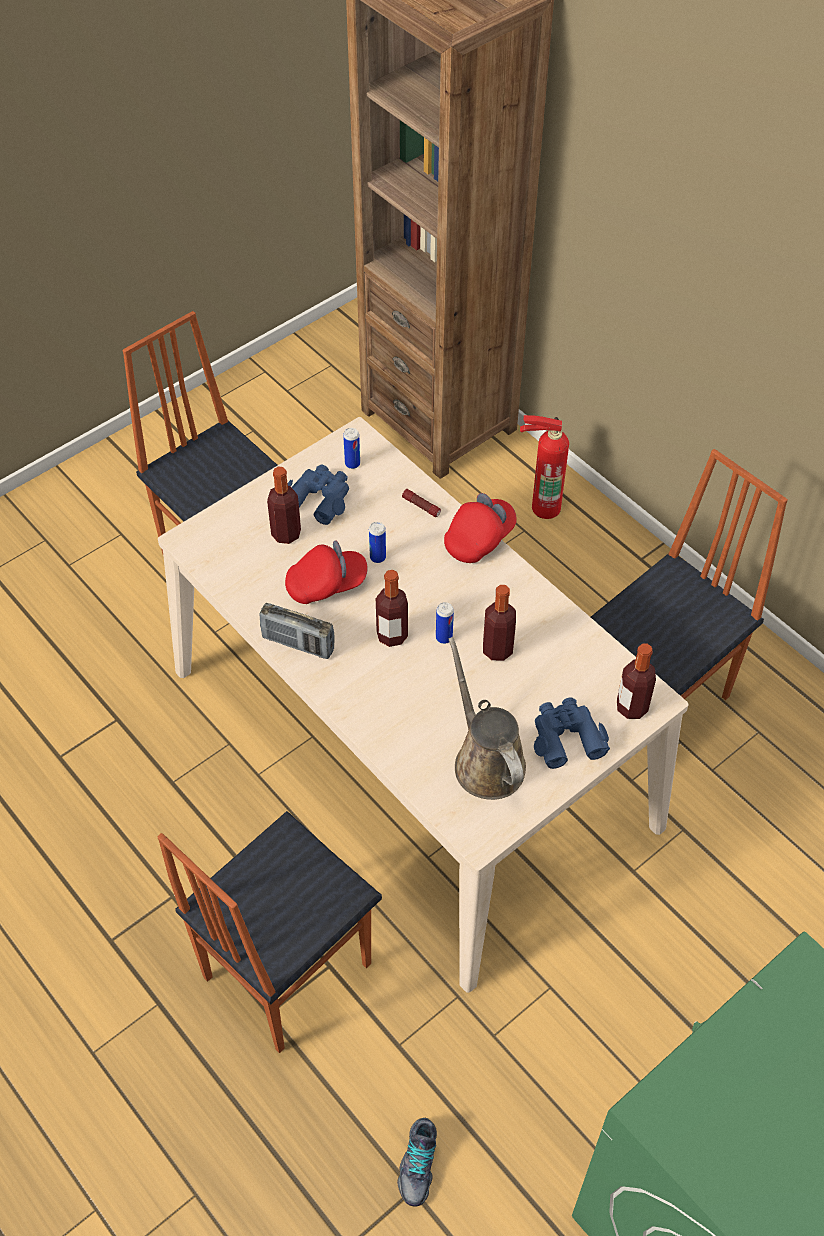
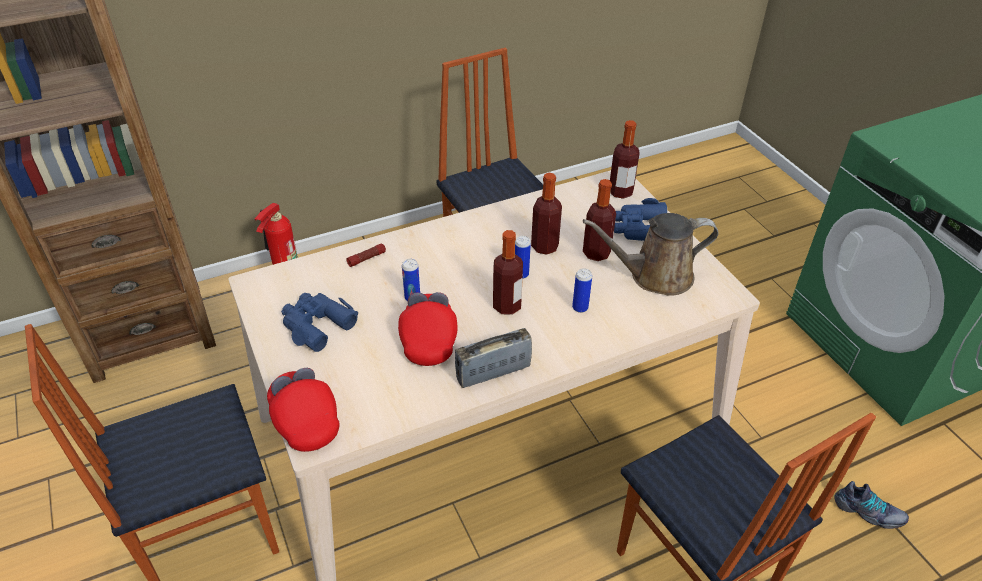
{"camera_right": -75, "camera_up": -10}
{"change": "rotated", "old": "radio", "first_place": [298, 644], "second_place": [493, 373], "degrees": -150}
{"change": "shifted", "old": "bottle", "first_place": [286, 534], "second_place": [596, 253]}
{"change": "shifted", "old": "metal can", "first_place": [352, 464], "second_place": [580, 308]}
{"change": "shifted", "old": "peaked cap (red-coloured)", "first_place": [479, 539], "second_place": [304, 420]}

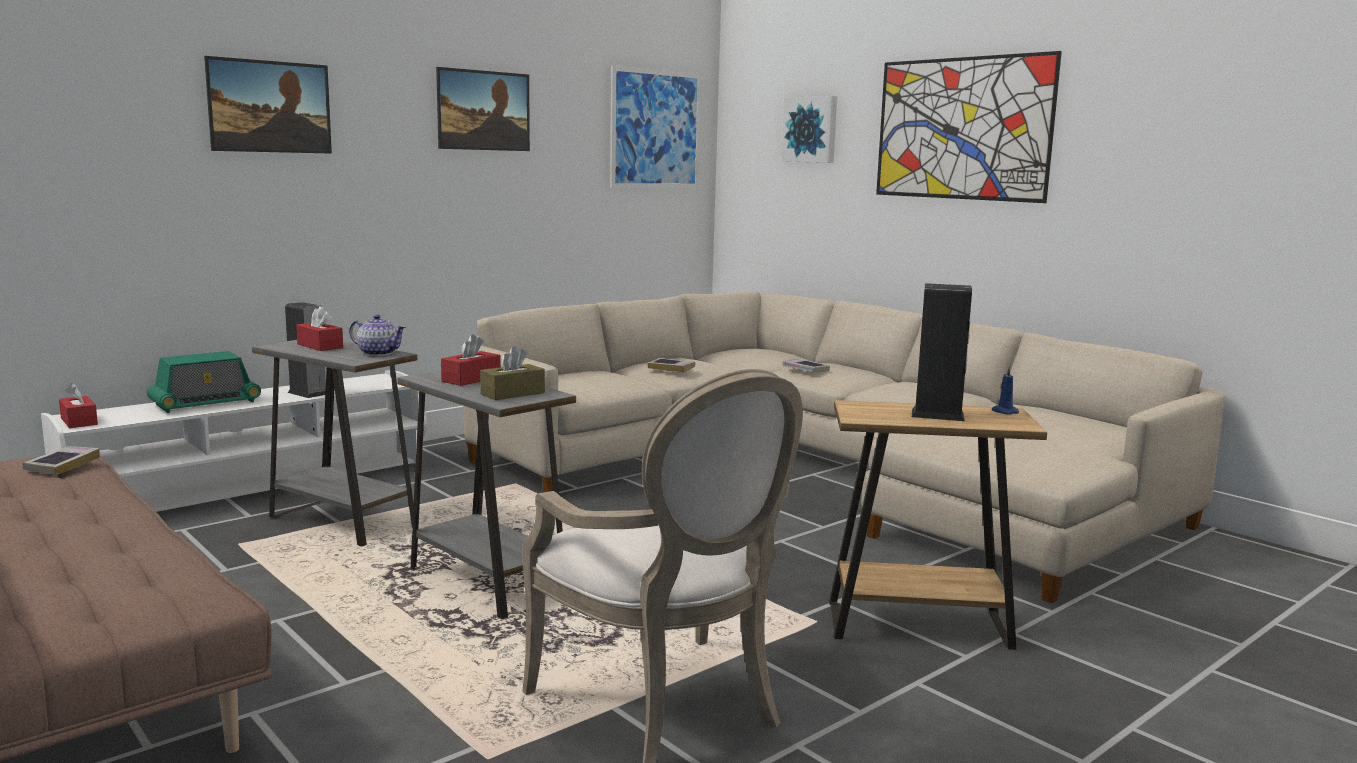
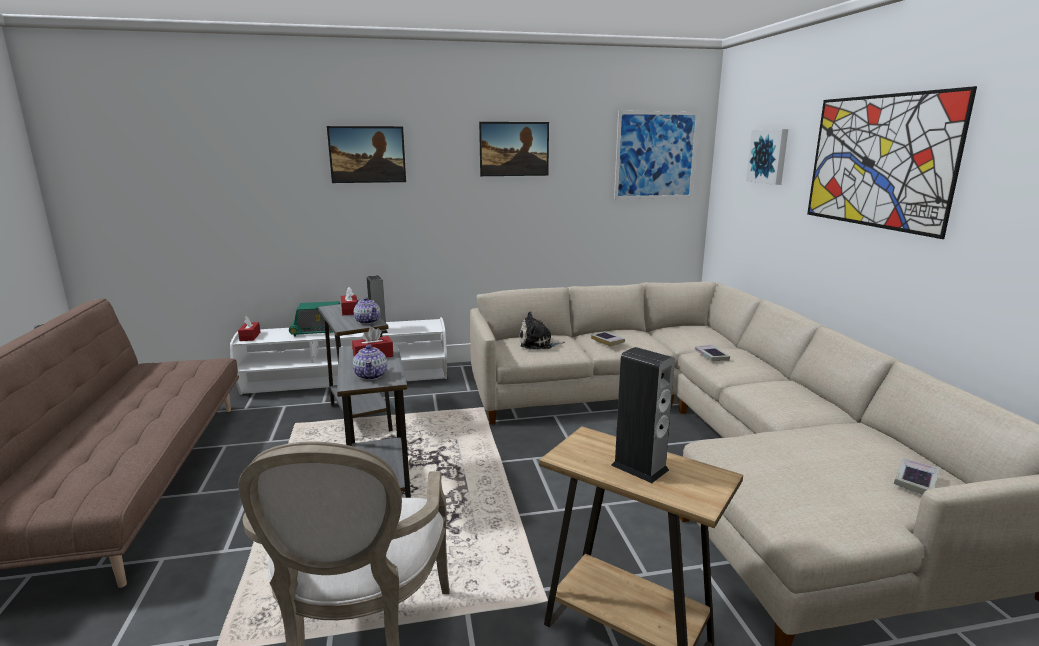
{"camera_right": 30, "camera_up": 5}
{"change": "shifted", "old": "volume", "first_place": [62, 465], "second_place": [915, 481]}
{"change": "swapped", "old": "tissue box (brownish)", "new": "tea pot", "first_place": [512, 393], "second_place": [371, 375]}
{"change": "gone", "old": "candle (bluish)", "first_place": [1003, 412]}
{"change": "new", "new": "plush toy", "second_place": [538, 344]}

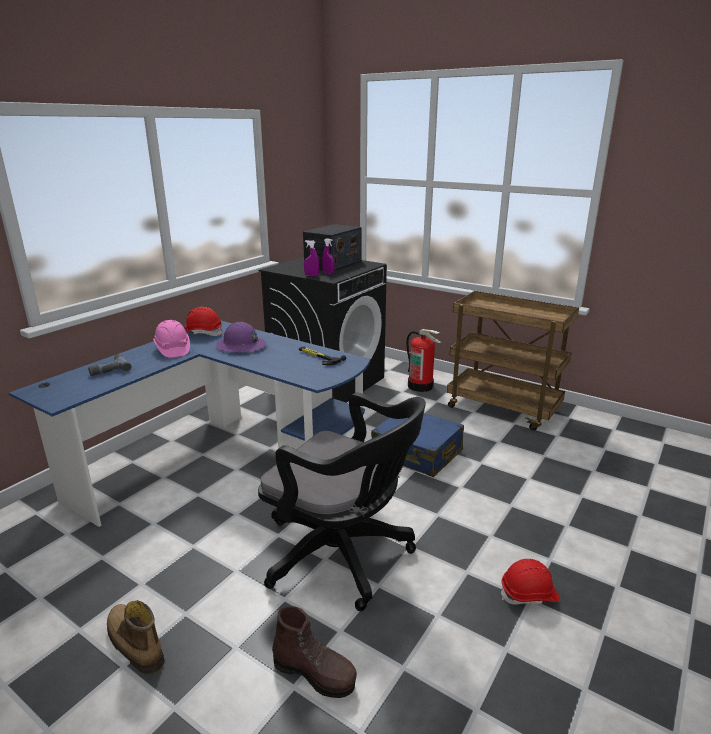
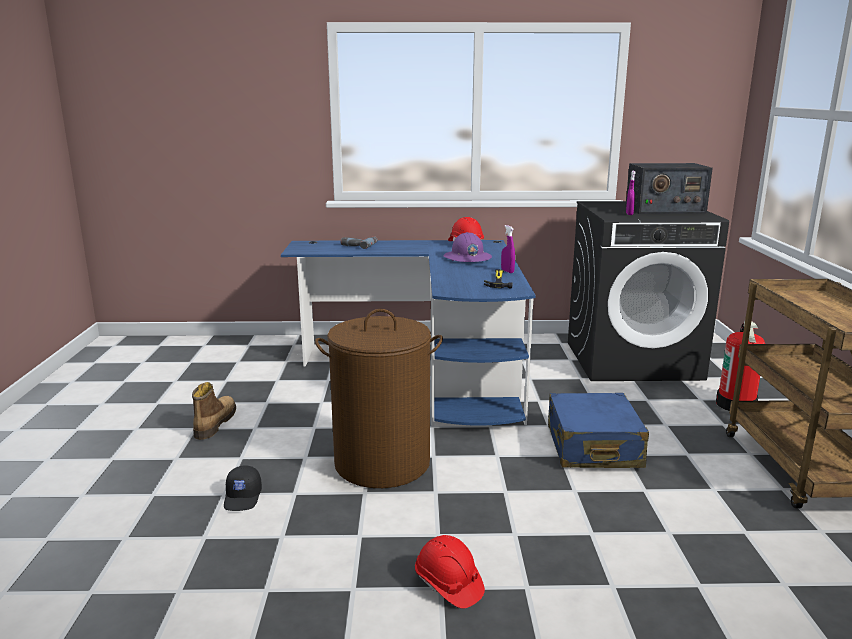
{"camera_right": 55, "camera_up": -5}
{"change": "gone", "old": "safety helmet (pink-coloured)", "first_place": [172, 349]}
{"change": "swapped", "old": "desk chair (black)", "new": "washing basket (brownish)", "first_place": [343, 556], "second_place": [382, 463]}
{"change": "swapped", "old": "high-top boot (brownish)", "new": "peaked cap (black)", "first_place": [315, 673], "second_place": [243, 497]}
{"change": "shifted", "old": "spray bottle (purple-coloured)", "first_place": [311, 275], "second_place": [507, 271]}

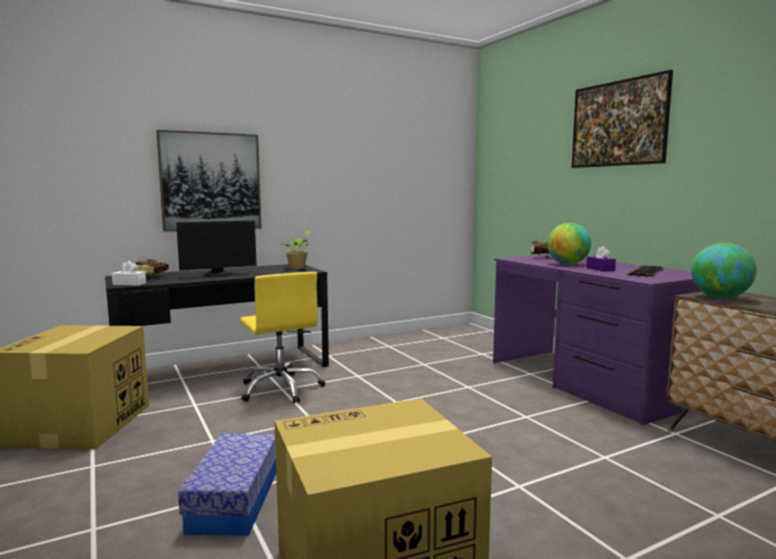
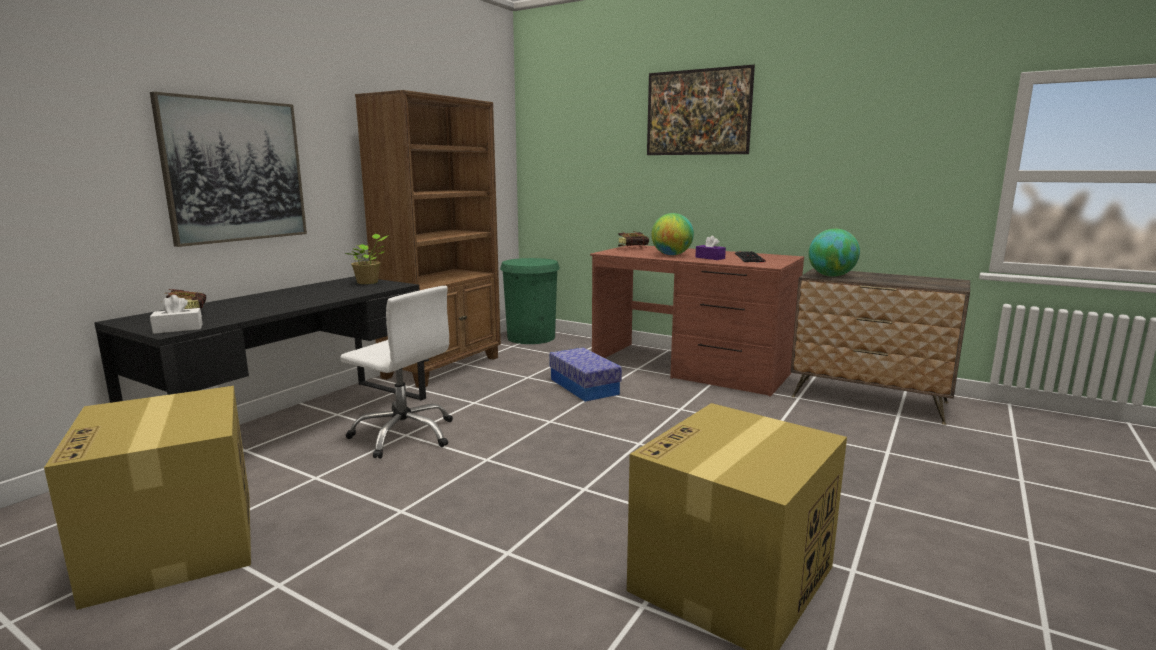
{"camera_right": -30, "camera_up": 5}
{"change": "gone", "old": "computer display", "first_place": [218, 274]}
{"change": "shifted", "old": "storage box", "first_place": [234, 500], "second_place": [584, 386]}
{"change": "repainted", "old": "desk chair (yellow-coloured)", "new": "desk chair (white)", "first_place": [281, 389], "second_place": [404, 435]}
{"change": "repainted", "old": "desk table (purple-coloured)", "new": "desk table (brownish)", "first_place": [587, 381], "second_place": [691, 367]}
{"change": "new", "new": "bookshelf (brownish)", "second_place": [444, 367]}
{"change": "new", "new": "waste bin (green-coloured)", "second_place": [531, 337]}

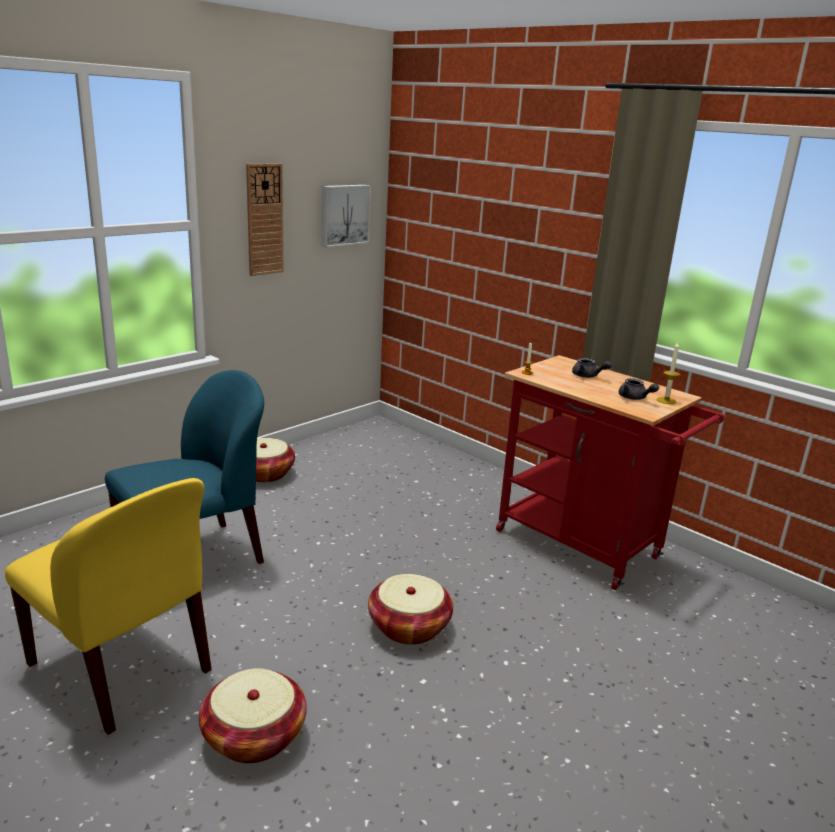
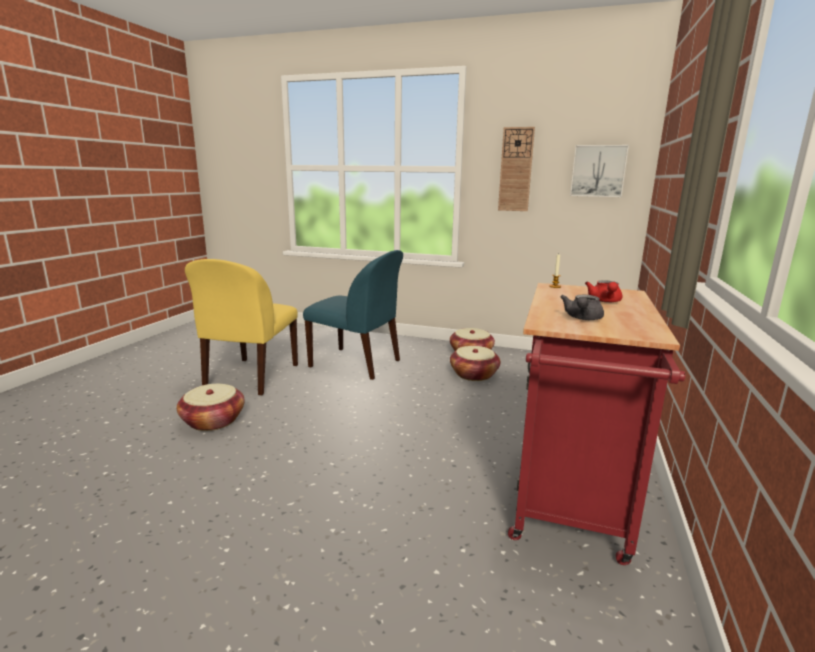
{"camera_right": 65, "camera_up": -5}
{"change": "shifted", "old": "household basket", "first_place": [409, 627], "second_place": [474, 375]}
{"change": "repainted", "old": "tea pot (grey)", "new": "tea pot (red-coloured)", "first_place": [588, 376], "second_place": [605, 301]}
{"change": "gone", "old": "candle", "first_place": [666, 400]}

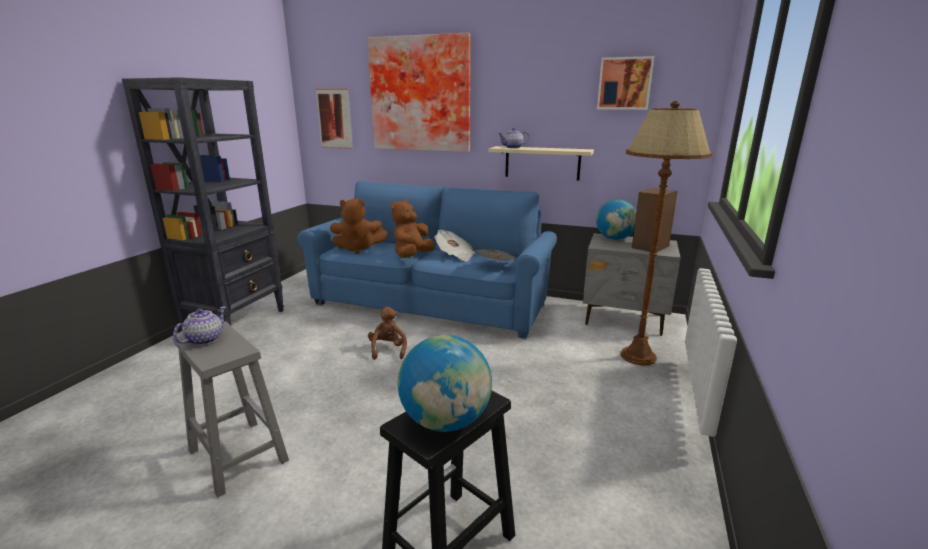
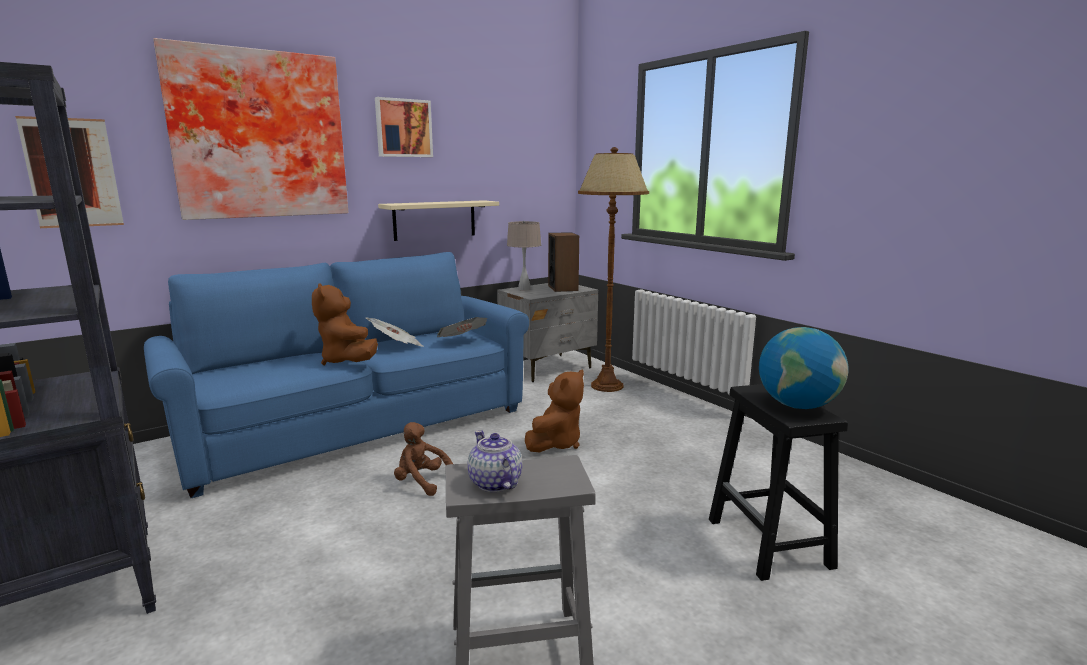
{"camera_right": -55, "camera_up": -5}
{"change": "shifted", "old": "plush toy (brownish)", "first_place": [358, 249], "second_place": [556, 443]}
{"change": "gone", "old": "tea pot", "first_place": [513, 147]}
{"change": "swapped", "old": "globe", "new": "tabletop lamp (beige)", "first_place": [614, 238], "second_place": [524, 289]}
{"change": "shifted", "old": "picture", "first_place": [624, 83], "second_place": [403, 128]}

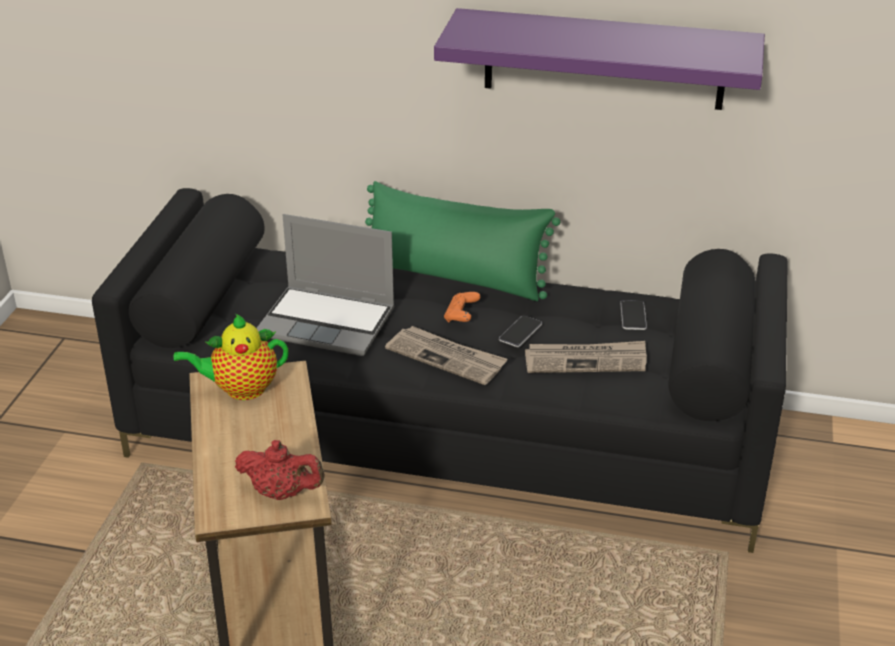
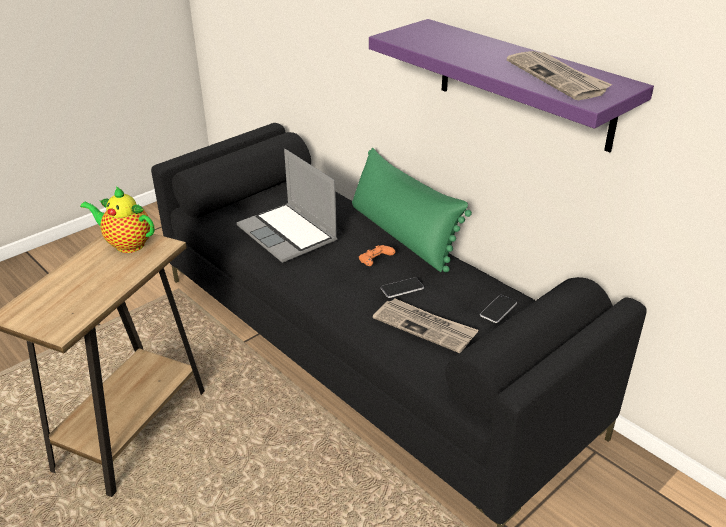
{"camera_right": 35, "camera_up": 0}
{"change": "gone", "old": "tea pot (red-coloured)", "first_place": [282, 493]}
{"change": "shifted", "old": "daily paper", "first_place": [447, 357], "second_place": [557, 78]}

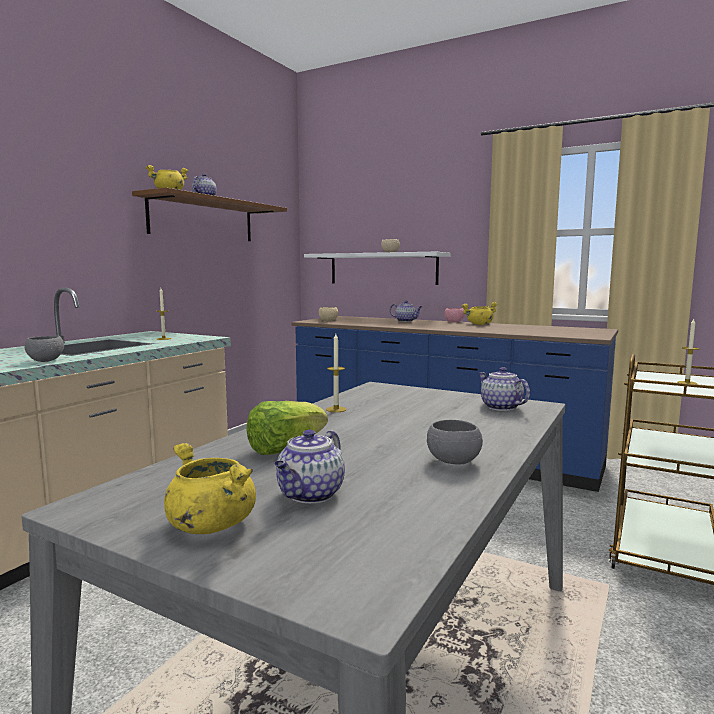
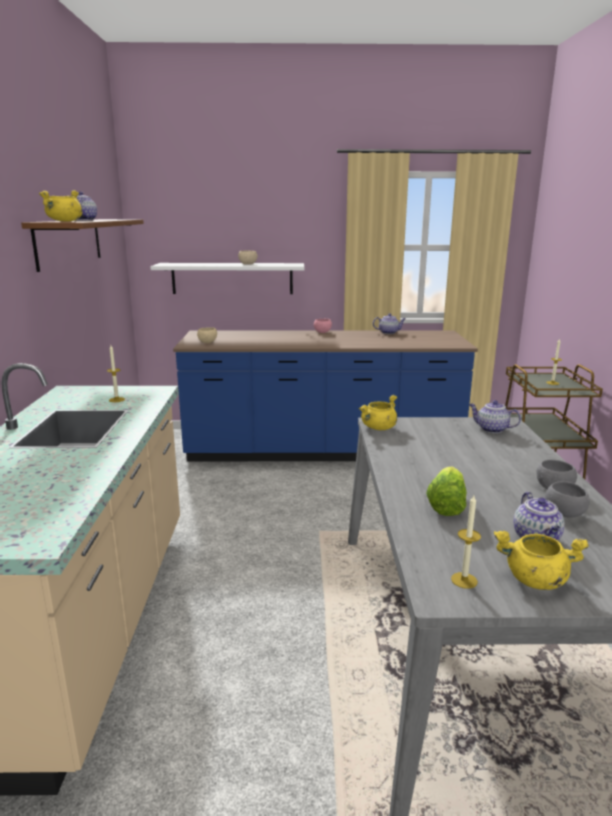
{"camera_right": -30, "camera_up": 10}
{"change": "shifted", "old": "deep dish (grey)", "first_place": [45, 361], "second_place": [564, 513]}
{"change": "shifted", "old": "candle", "first_place": [336, 409], "second_place": [464, 580]}
{"change": "shifted", "old": "tea pot", "first_place": [406, 321], "second_place": [389, 332]}
{"change": "shifted", "old": "saucepot (yellow-coloured)", "first_place": [479, 324], "second_place": [378, 428]}

